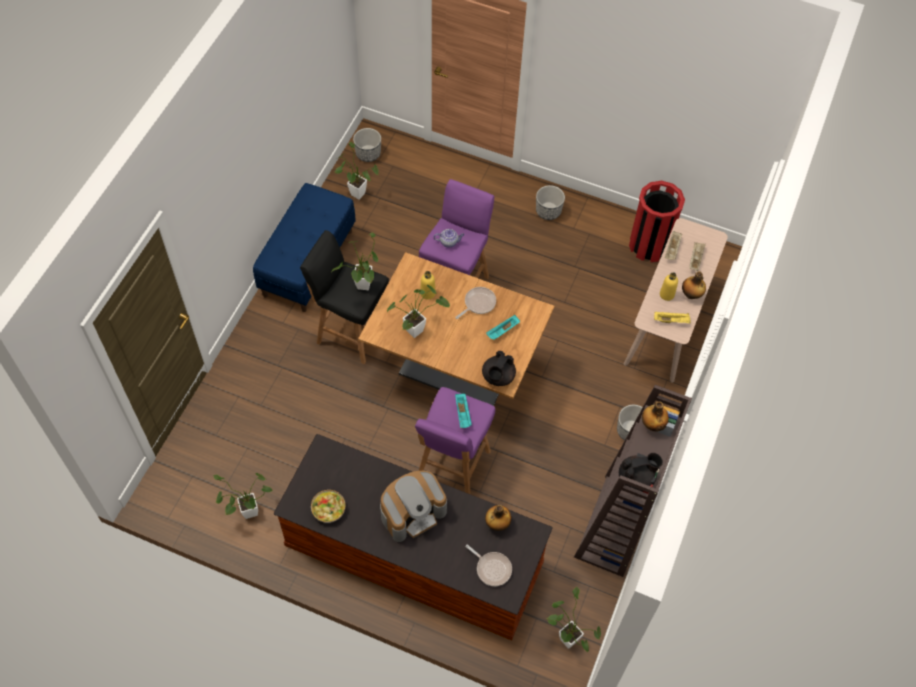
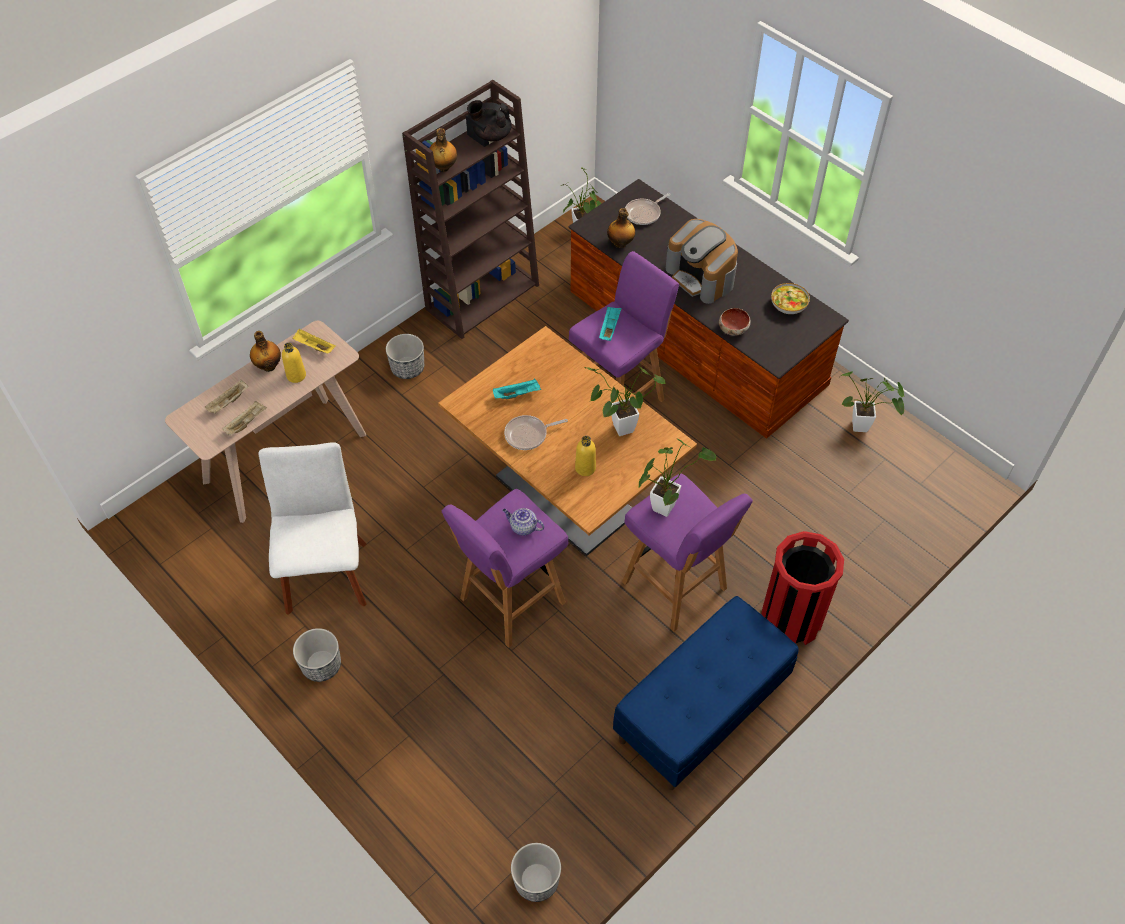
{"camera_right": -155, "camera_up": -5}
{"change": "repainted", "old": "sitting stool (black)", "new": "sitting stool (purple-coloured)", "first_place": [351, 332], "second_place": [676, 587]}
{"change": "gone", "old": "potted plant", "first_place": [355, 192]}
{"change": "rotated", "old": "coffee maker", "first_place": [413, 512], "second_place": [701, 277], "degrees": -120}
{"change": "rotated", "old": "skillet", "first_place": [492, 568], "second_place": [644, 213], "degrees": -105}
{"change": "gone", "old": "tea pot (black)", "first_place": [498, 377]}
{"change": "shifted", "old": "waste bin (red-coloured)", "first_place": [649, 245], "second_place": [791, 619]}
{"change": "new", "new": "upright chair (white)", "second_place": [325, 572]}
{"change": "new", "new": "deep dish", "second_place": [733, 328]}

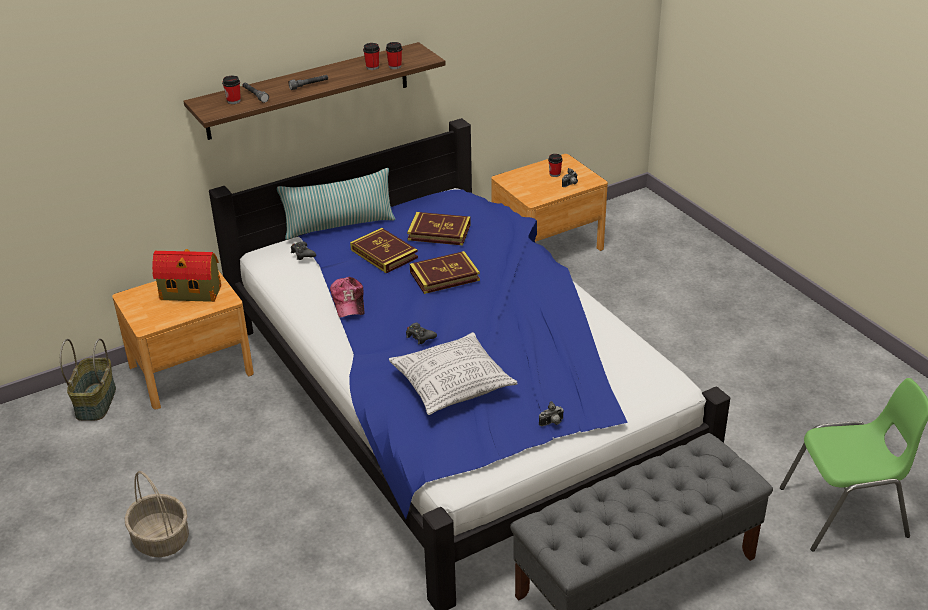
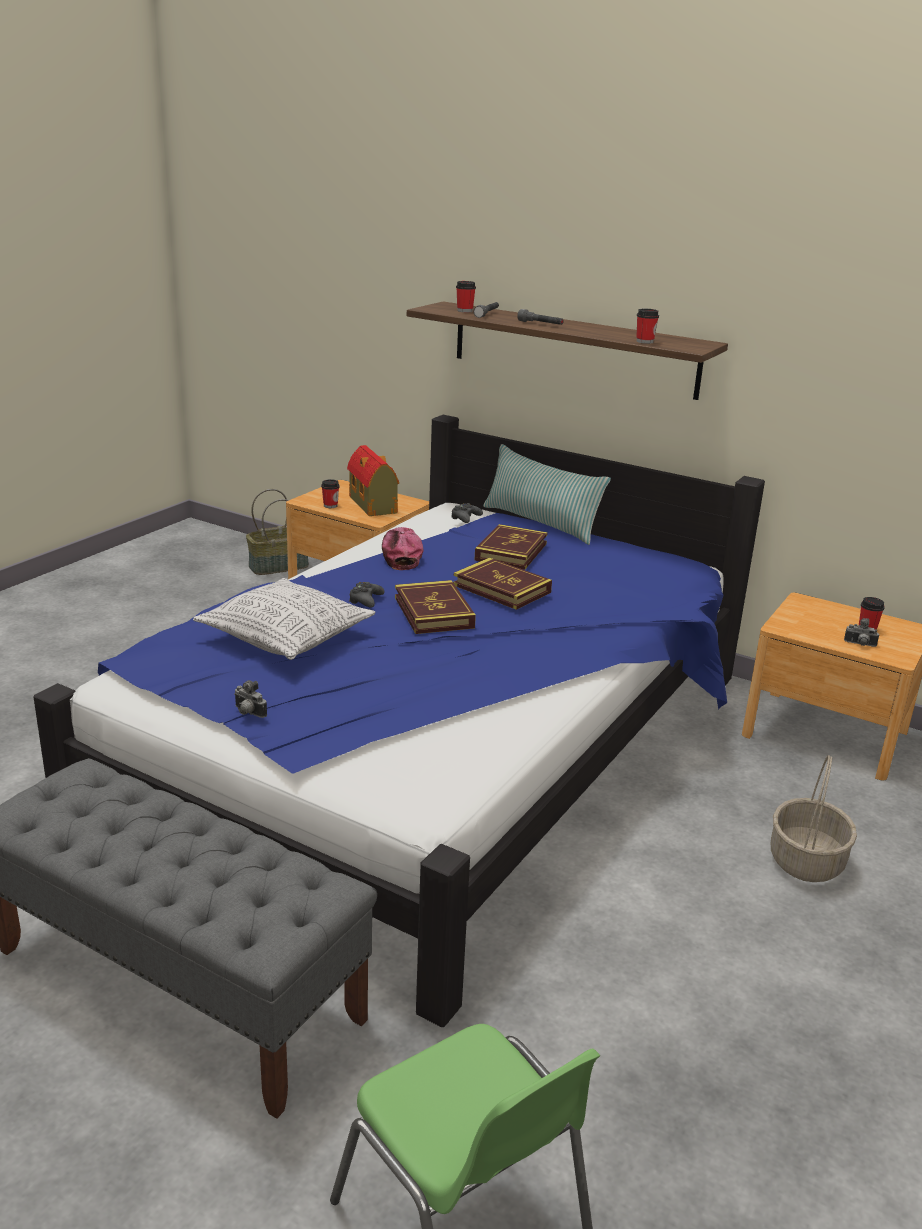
{"camera_right": 60, "camera_up": -10}
{"change": "shifted", "old": "household basket", "first_place": [160, 539], "second_place": [805, 860]}
{"change": "rotated", "old": "peaked cap", "first_place": [349, 302], "second_place": [400, 555], "degrees": 120}
{"change": "shifted", "old": "cup", "first_place": [372, 67], "second_place": [330, 506]}
{"change": "shifted", "old": "volume", "first_place": [439, 232], "second_place": [433, 612]}

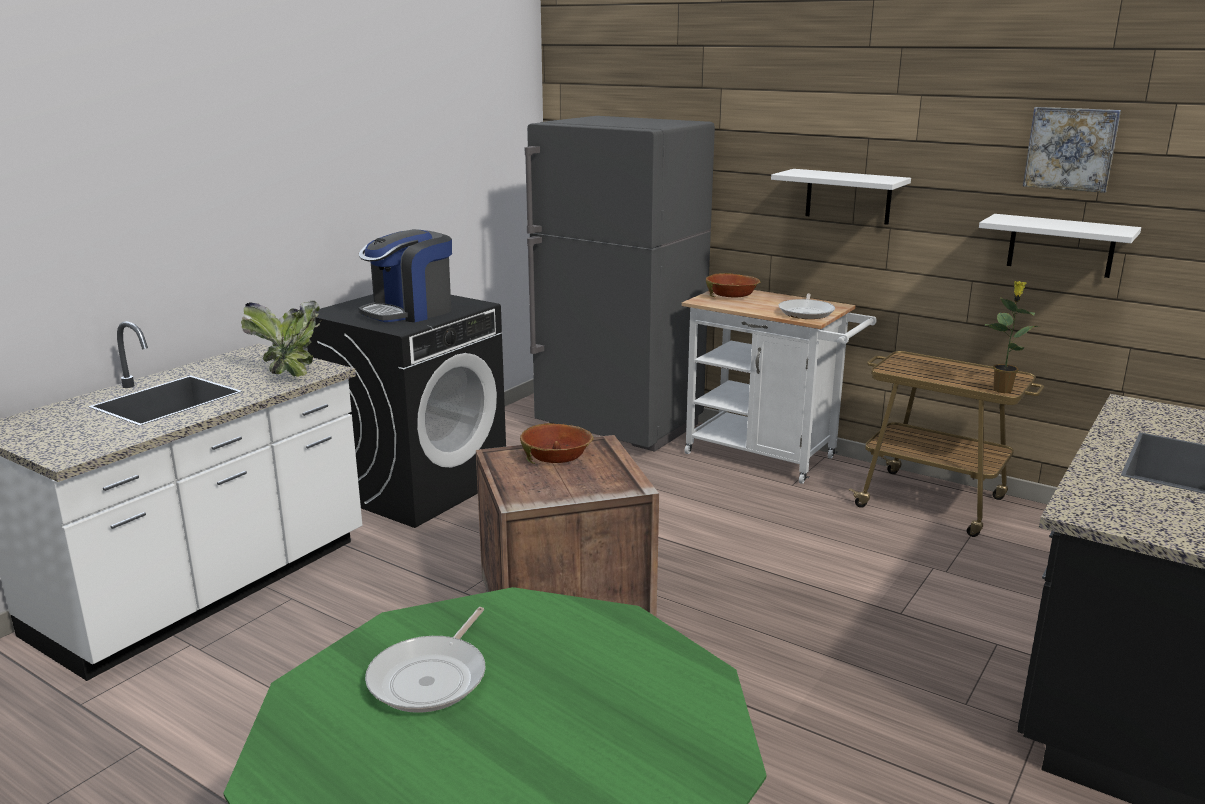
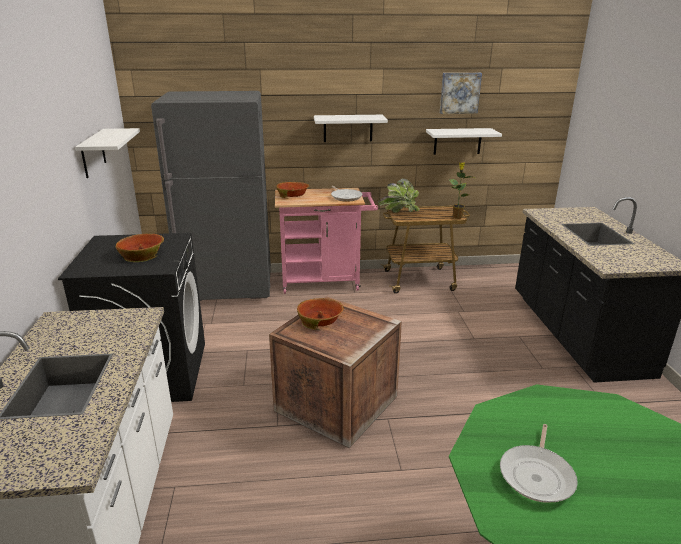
{"camera_right": -40, "camera_up": 5}
{"change": "shifted", "old": "potted plant", "first_place": [291, 371], "second_place": [399, 211]}
{"change": "swapped", "old": "coffee maker", "new": "deep dish", "first_place": [409, 312], "second_place": [142, 254]}
{"change": "rotated", "old": "skillet", "first_place": [432, 678], "second_place": [537, 475], "degrees": 45}
{"change": "repainted", "old": "trolley (white)", "new": "trolley (pink-coloured)", "first_place": [769, 457], "second_place": [325, 281]}
{"change": "new", "new": "shelf (white)", "second_place": [93, 153]}

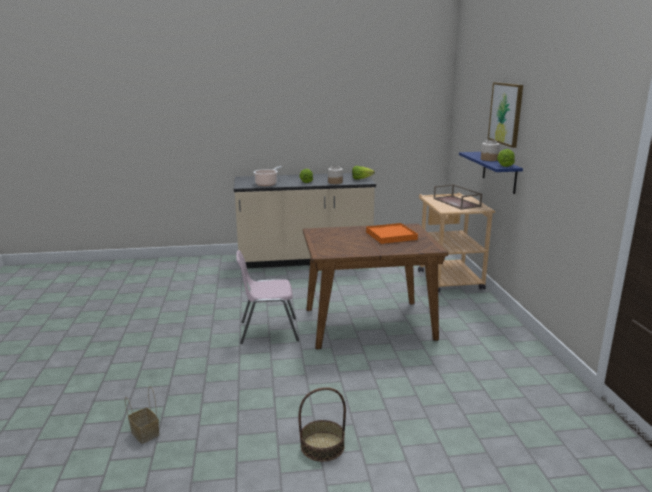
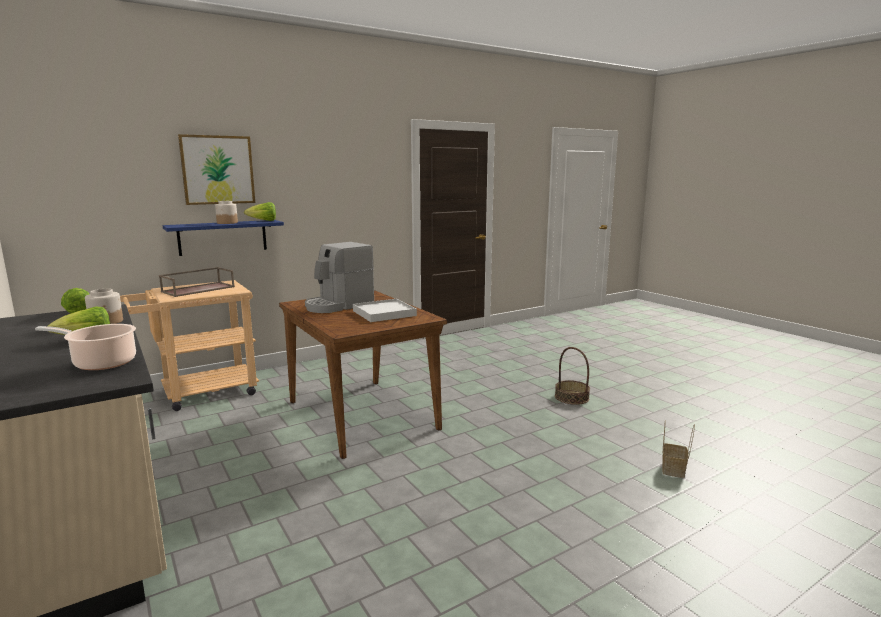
{"camera_right": -115, "camera_up": -5}
{"change": "gone", "old": "upright chair (pink-coloured)", "first_place": [268, 331]}
{"change": "swapped", "old": "tray (orange-coloured)", "new": "coffee maker", "first_place": [391, 236], "second_place": [338, 305]}
{"change": "new", "new": "tray (white)", "second_place": [384, 313]}

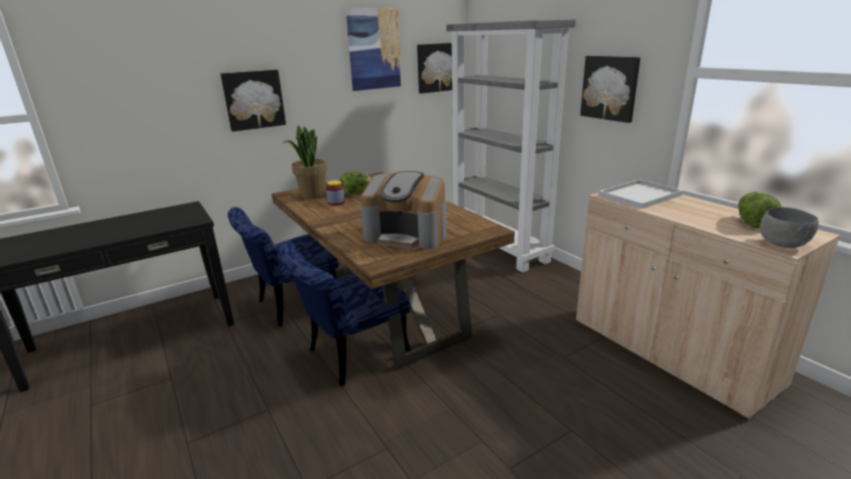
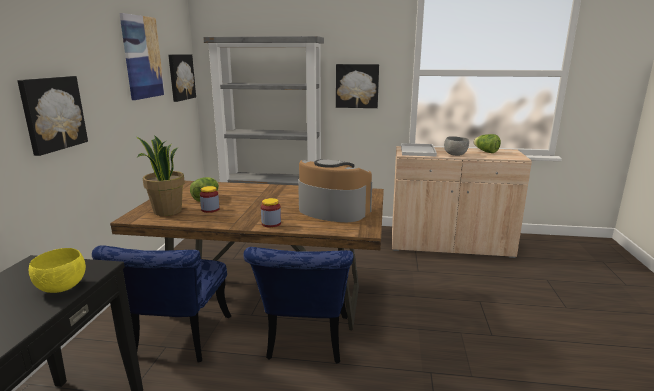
{"camera_right": -50, "camera_up": -5}
{"change": "rotated", "old": "coffee maker", "first_place": [407, 235], "second_place": [332, 210], "degrees": -120}
{"change": "shifted", "old": "deep dish (grey)", "first_place": [783, 245], "second_place": [455, 155]}
{"change": "new", "new": "deep dish (yellow-coloured)", "second_place": [63, 288]}
{"change": "new", "new": "storage jar", "second_place": [271, 224]}

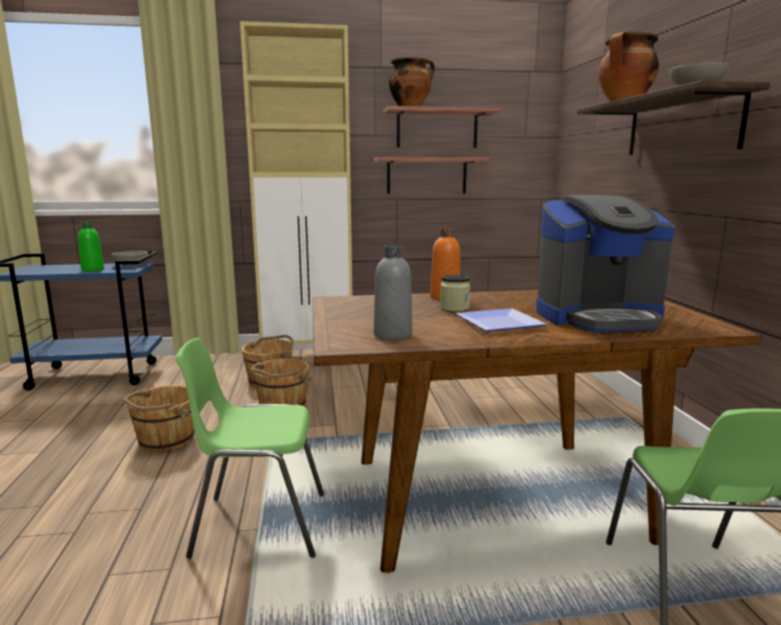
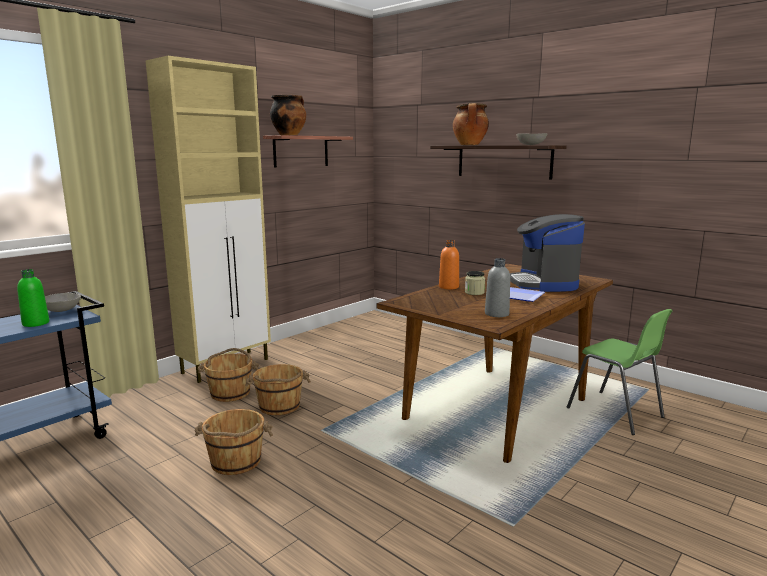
{"camera_right": -40, "camera_up": 0}
{"change": "gone", "old": "upright chair (green-coloured)", "first_place": [259, 524]}
{"change": "gone", "old": "shelf", "first_place": [426, 176]}
{"change": "rotated", "old": "coffee maker", "first_place": [598, 317], "second_place": [543, 283], "degrees": 135}

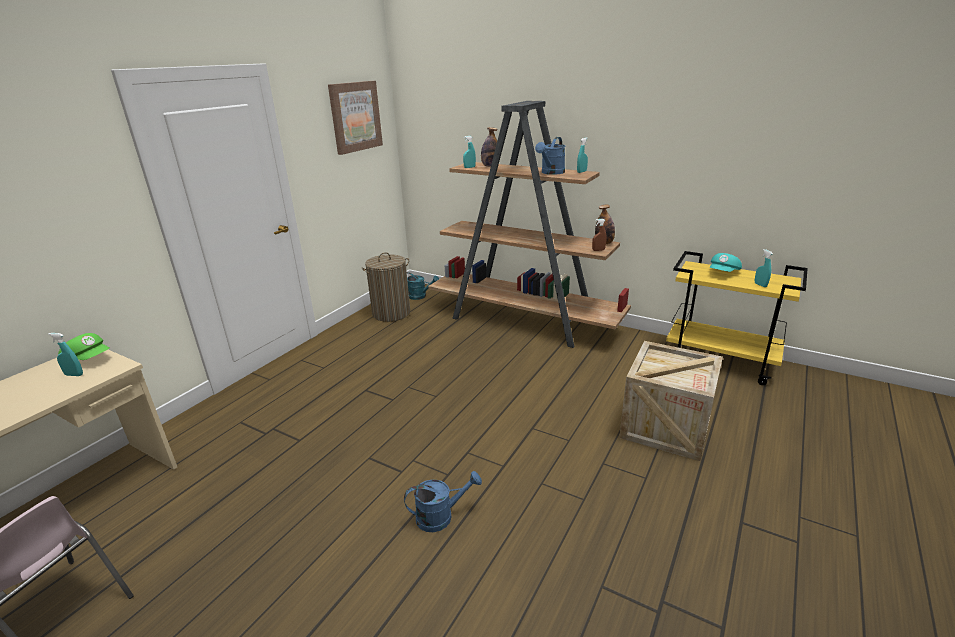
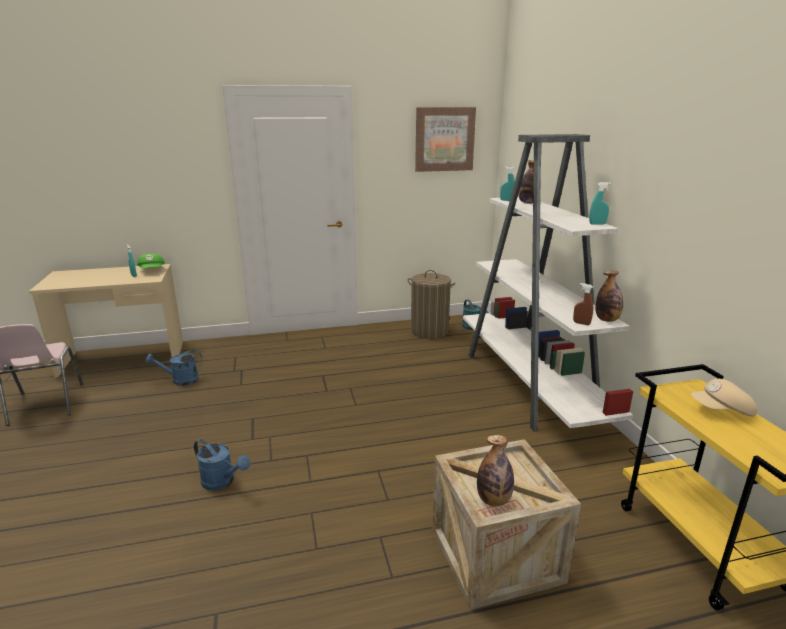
{"camera_right": 45, "camera_up": -5}
{"change": "repainted", "old": "bookshelf (brownish)", "new": "bookshelf (white)", "first_place": [524, 321], "second_place": [529, 386]}
{"change": "shifted", "old": "watering can (bluish)", "first_place": [551, 173], "second_place": [180, 380]}
{"change": "repainted", "old": "peaked cap (turquoise)", "new": "peaked cap (beige)", "first_place": [723, 273], "second_place": [722, 411]}
{"change": "gone", "old": "spray bottle (turquoise)", "first_place": [760, 285]}
{"change": "new", "new": "bottle", "second_place": [493, 500]}

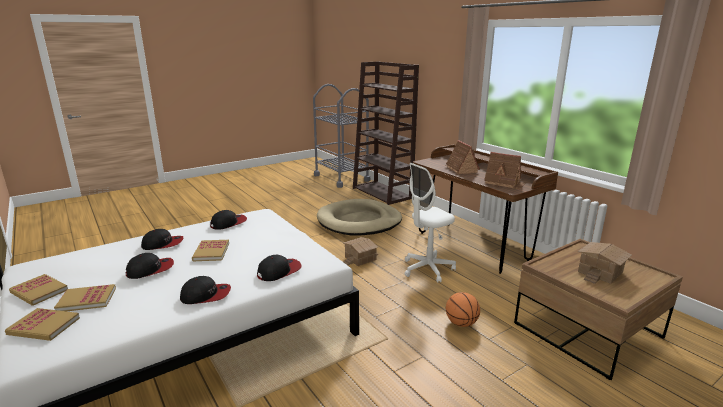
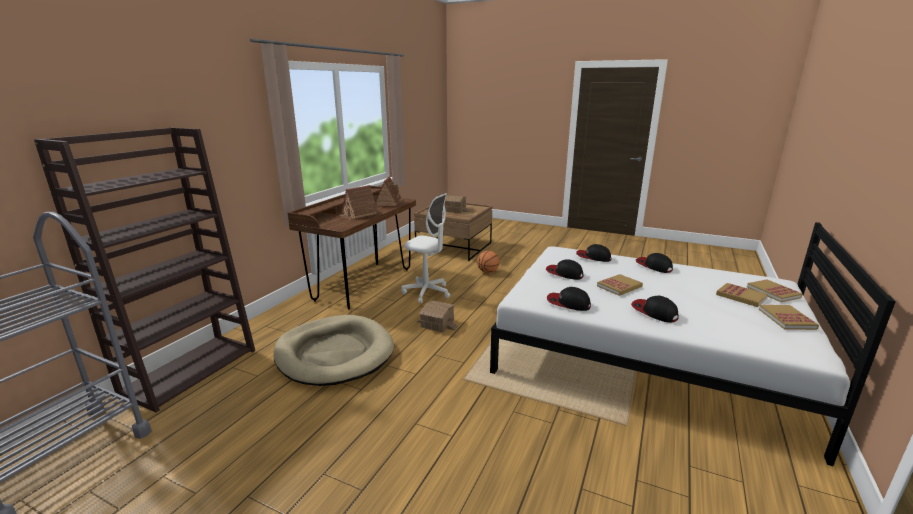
{"camera_right": -120, "camera_up": 0}
{"change": "shifted", "old": "peaked cap", "first_place": [150, 269], "second_place": [564, 273]}

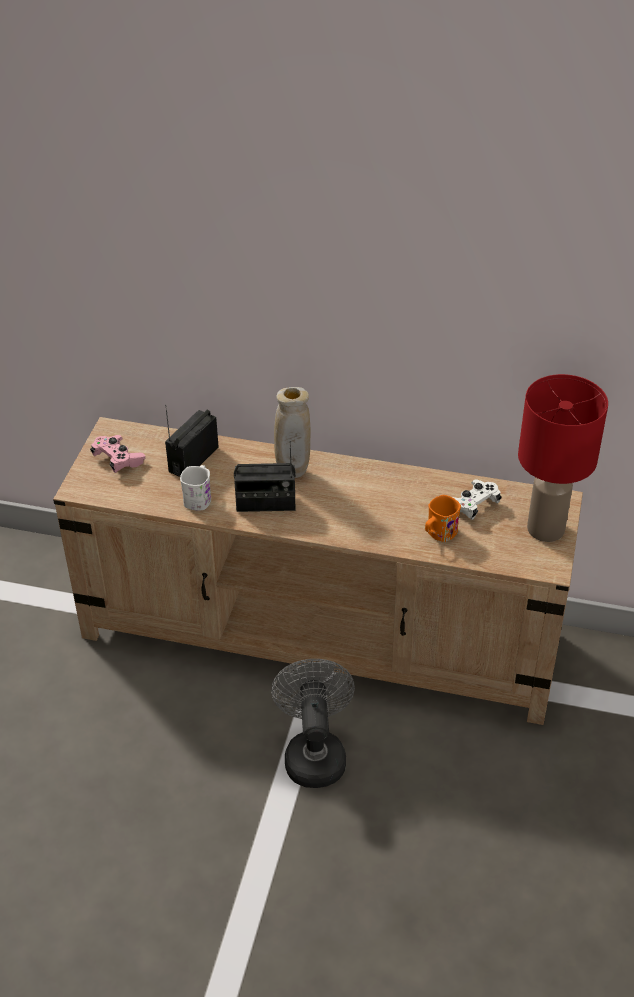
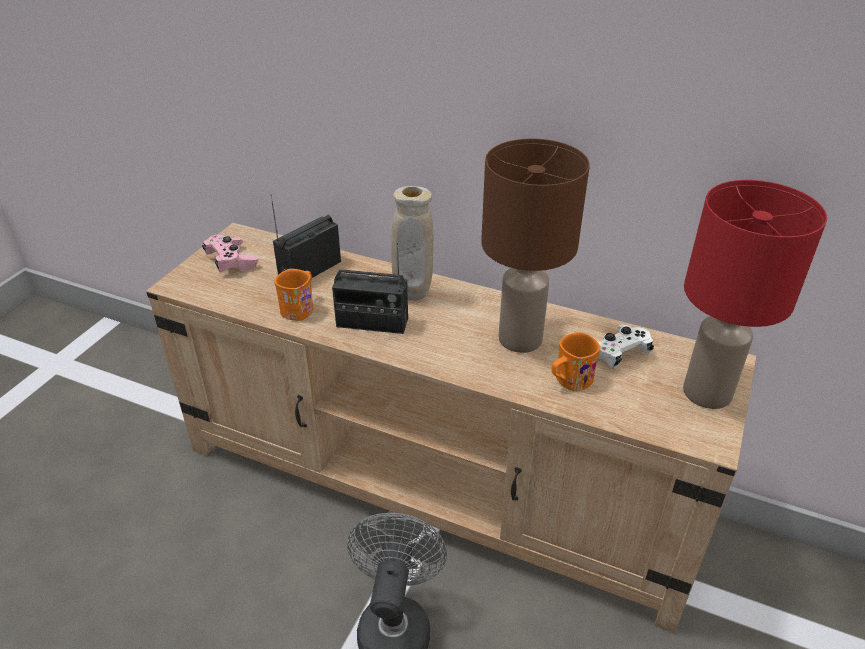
{"camera_right": 10, "camera_up": -5}
{"change": "repainted", "old": "tea mug (white)", "new": "tea mug (orange-coloured)", "first_place": [199, 497], "second_place": [300, 308]}
{"change": "new", "new": "tabletop lamp (brownish)", "second_place": [518, 339]}

